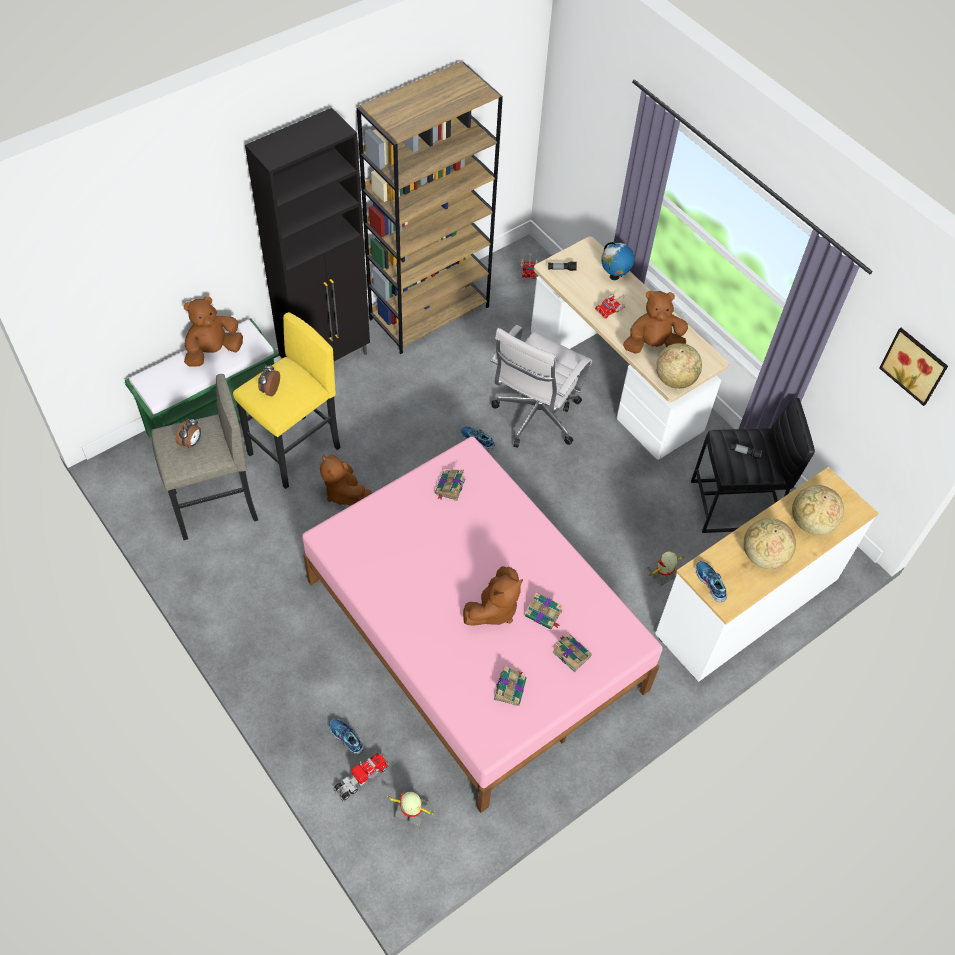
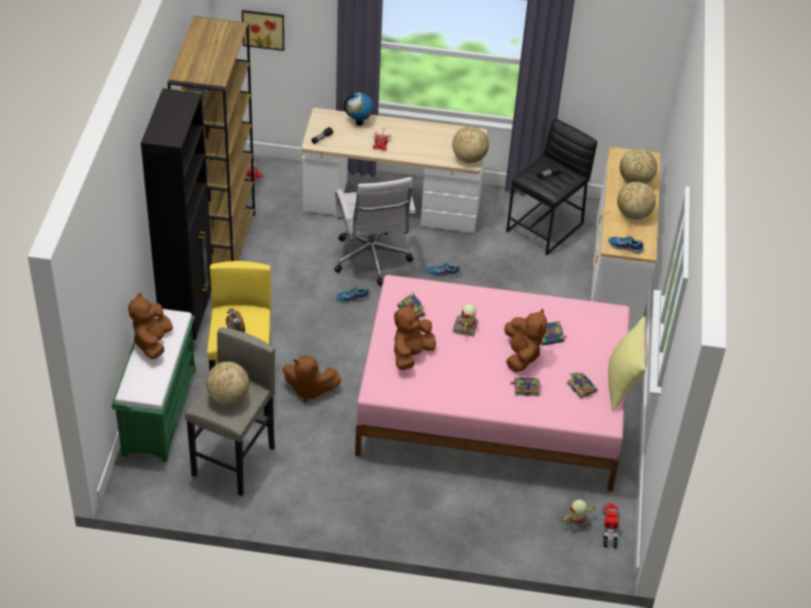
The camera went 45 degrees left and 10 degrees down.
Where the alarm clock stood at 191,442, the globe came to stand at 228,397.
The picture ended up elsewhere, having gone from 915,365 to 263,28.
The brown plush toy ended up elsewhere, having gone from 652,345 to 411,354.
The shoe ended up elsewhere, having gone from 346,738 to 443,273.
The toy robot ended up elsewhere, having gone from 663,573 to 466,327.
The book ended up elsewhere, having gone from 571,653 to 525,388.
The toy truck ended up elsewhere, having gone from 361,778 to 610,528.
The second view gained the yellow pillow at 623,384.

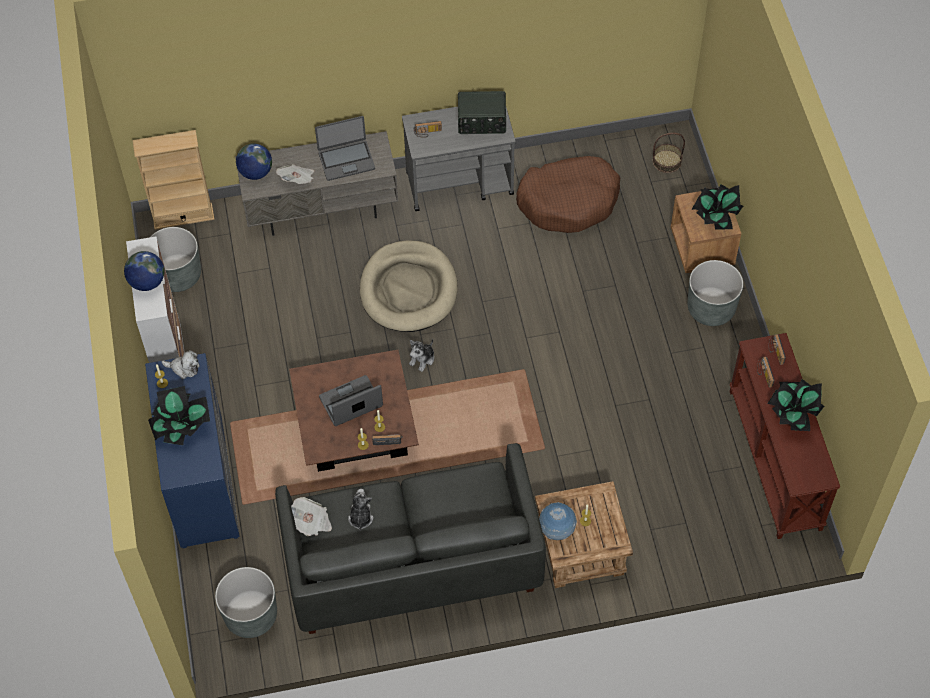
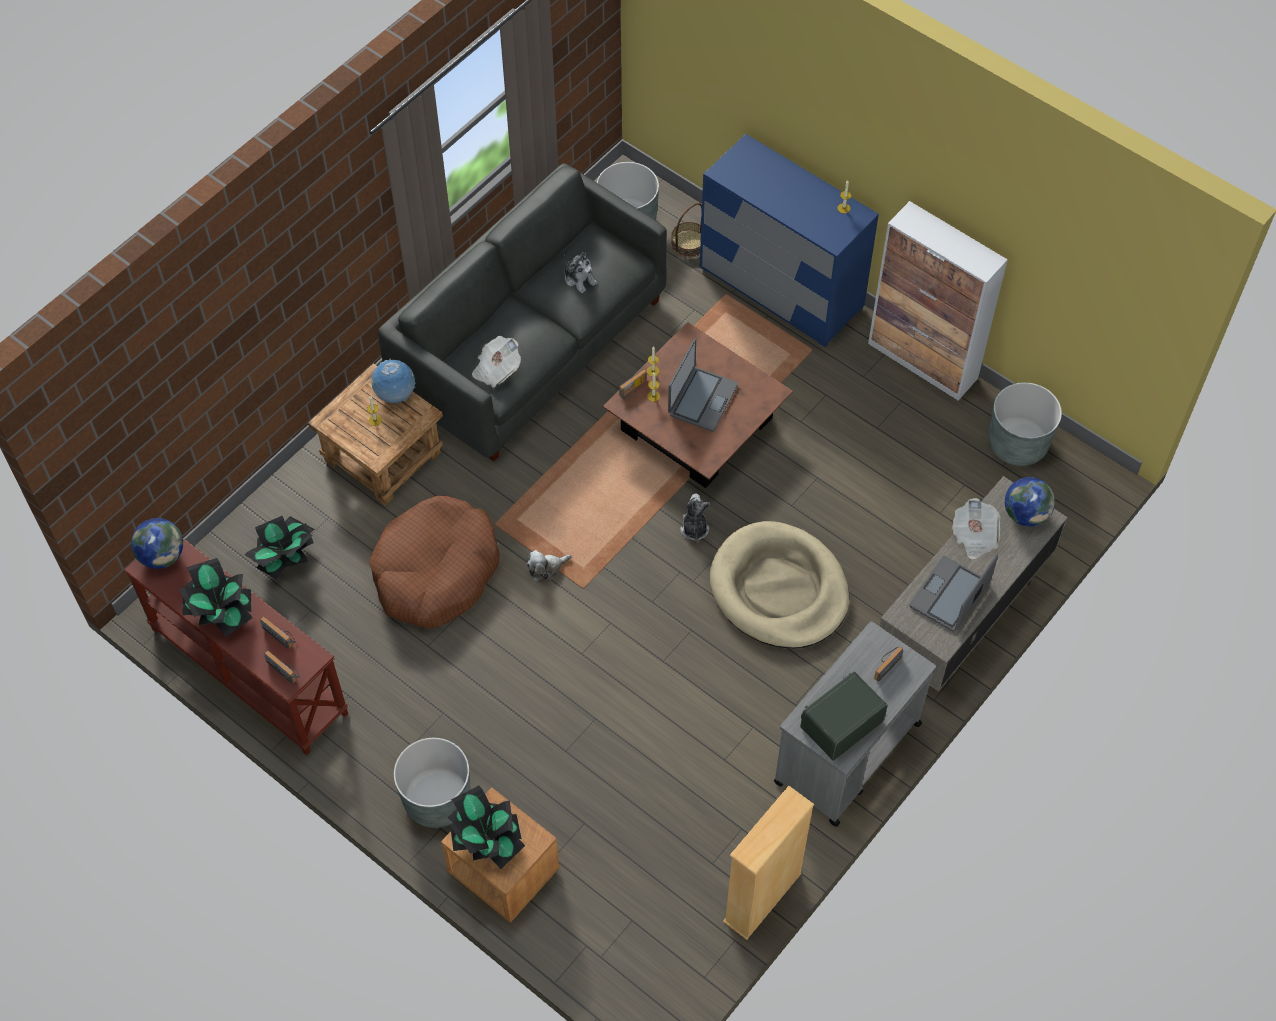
The camera went 140 degrees right and 0 degrees up.
The globe ended up elsewhere, having gone from 147,282 to 162,556.
The potted plant ended up elsewhere, having gone from 182,427 to 286,557.
The brown dog bed ended up elsewhere, having gone from 568,201 to 436,572.
The newspaper ended up elsewhere, having gone from 311,522 to 496,369.
The plush toy ended up elsewhere, having gone from 184,368 to 546,569.
The basket ended up elsewhere, having gone from 667,161 to 688,243.
The beige bookcase ended up elsewhere, having gone from 183,216 to 762,898.

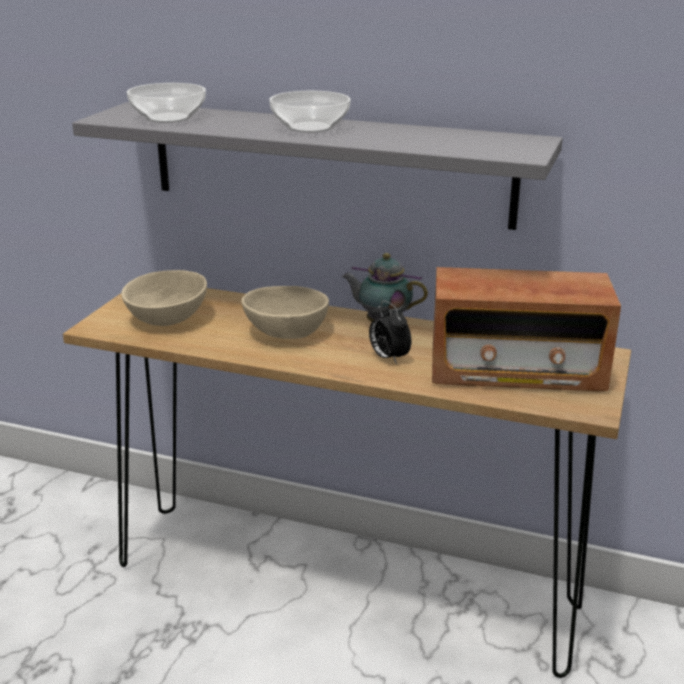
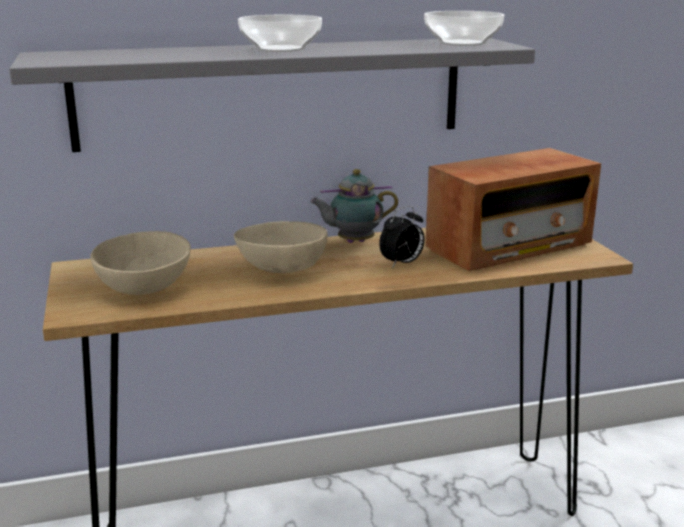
The camera went 35 degrees left and 5 degrees down.
The alarm clock at 388,358 ended up facing another way, 60 degrees counterclockwise from before.
The bowl ended up elsewhere, having gone from 168,118 to 461,43.

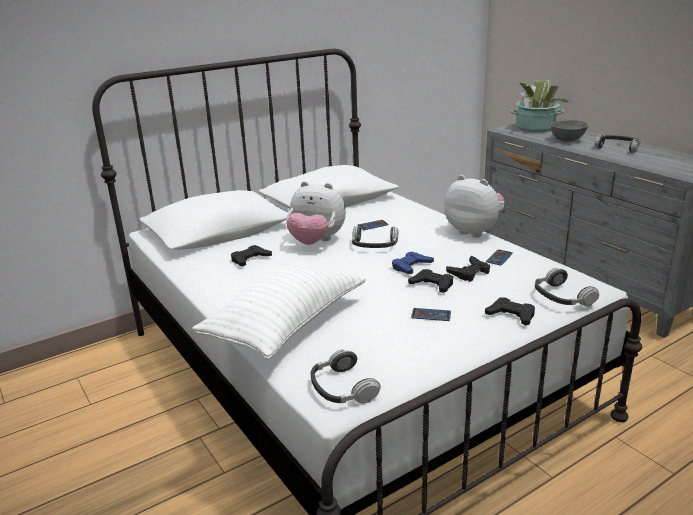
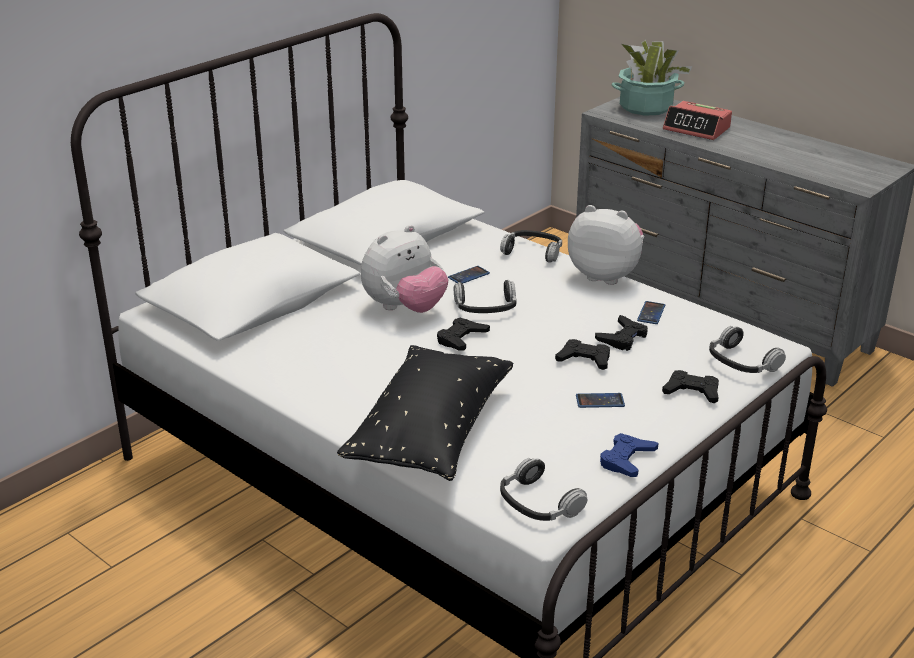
The camera went 15 degrees left and 5 degrees up.
What was the white pillow at 286,324 turned into the black pillow at 430,432.
The plush toy at 316,242 ended up facing another way, 45 degrees counterclockwise from before.
The black game controller ended up elsewhere, having gone from 250,259 to 461,339.
The headphones ended up elsewhere, having gone from 617,148 to 533,252.
The blue game controller ended up elsewhere, having gone from 411,266 to 627,460.
Where the grey bowl stood at 568,140, the alarm clock came to stand at 697,129.

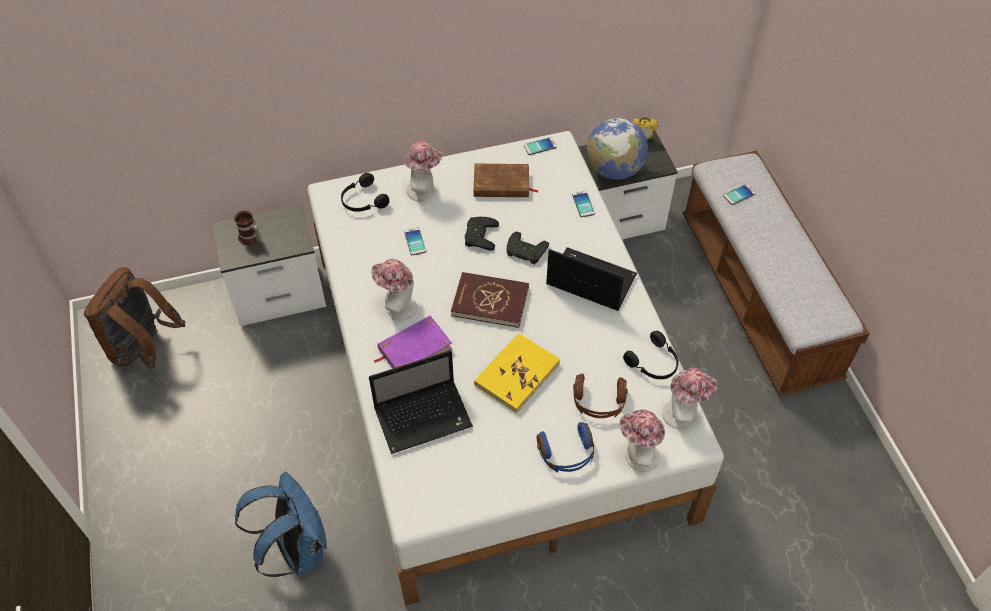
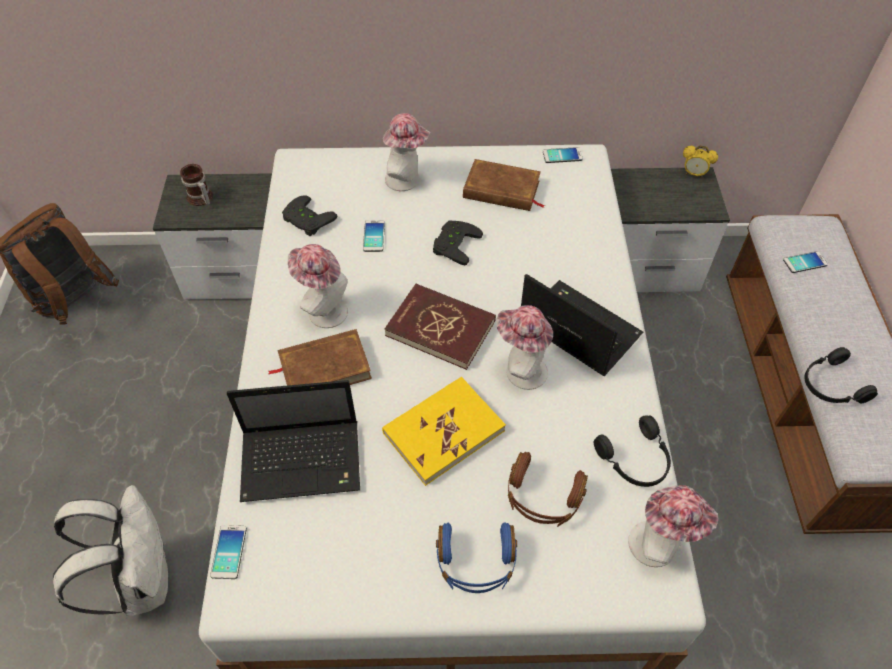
The camera went 15 degrees right and 0 degrees up.
What was the blue backpack at 296,549 turned into the white backpack at 142,579.
The phone ended up elsewhere, having gone from 583,204 to 229,552.
What was the purple book at 414,349 turned into the brown book at 324,367.
The black game controller ended up elsewhere, having gone from 525,252 to 306,220.
The hat ended up elsewhere, having gone from 637,456 to 521,370.
The black headphones ended up elsewhere, having gone from 363,201 to 831,385.
The second view lost the globe at 614,170.

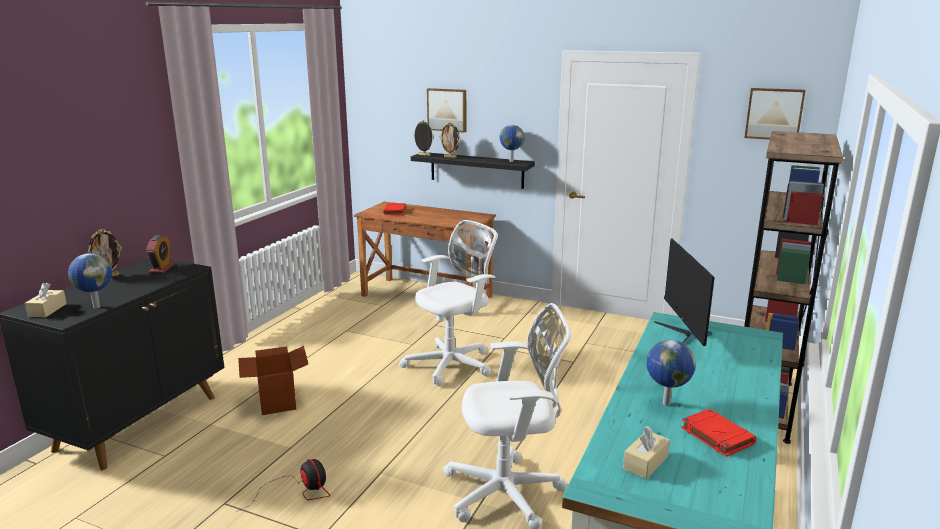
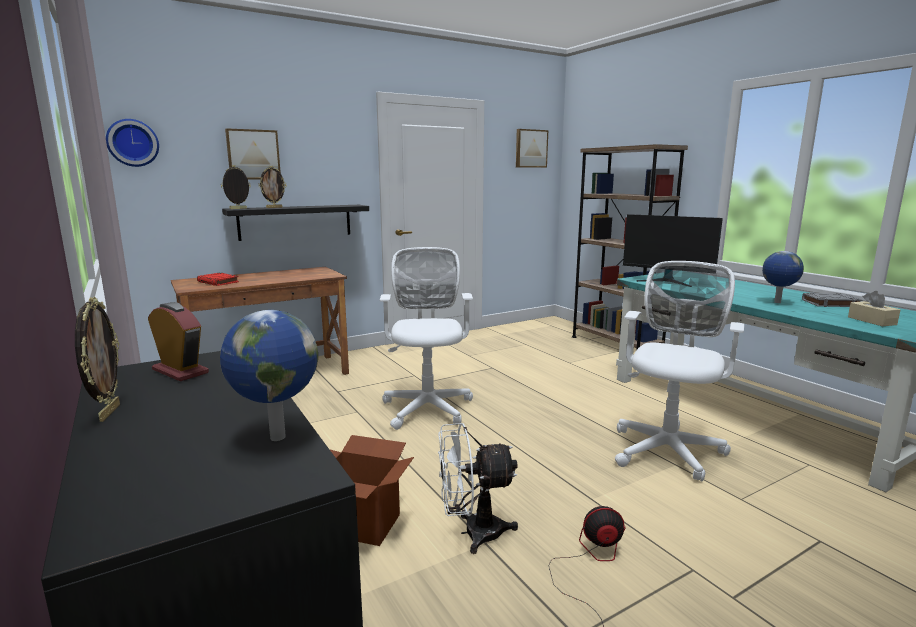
The camera went 55 degrees left and 5 degrees down.
The second view gained the wall clock at 132,143.
The second view gained the white fan at 472,533.
What was the red book at 716,436 turned into the grey book at 830,303.
The second view lost the beige tissue box at 47,310.
The second view lost the globe at 511,161.

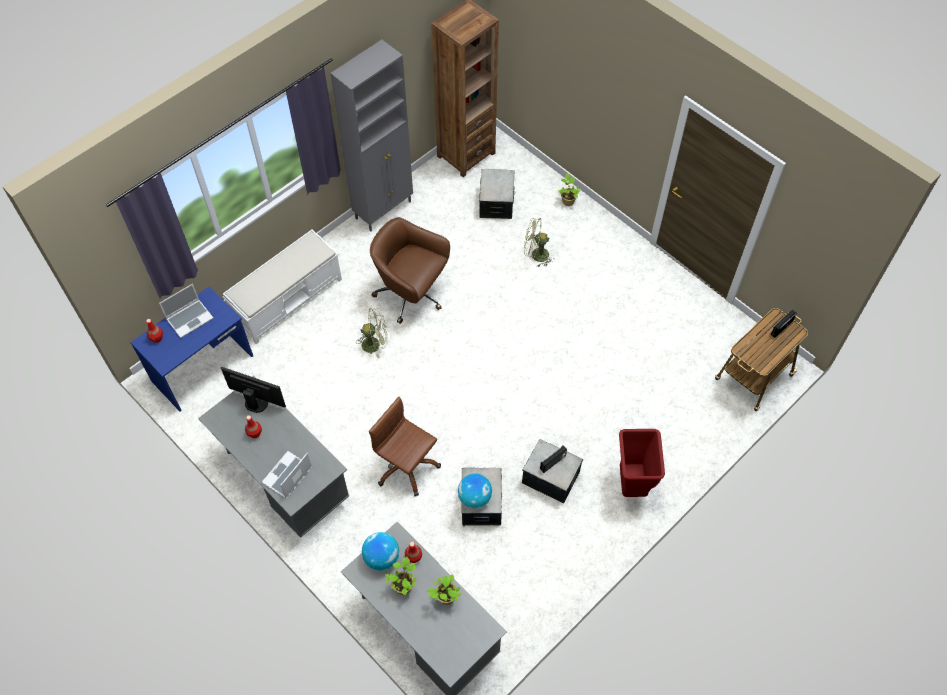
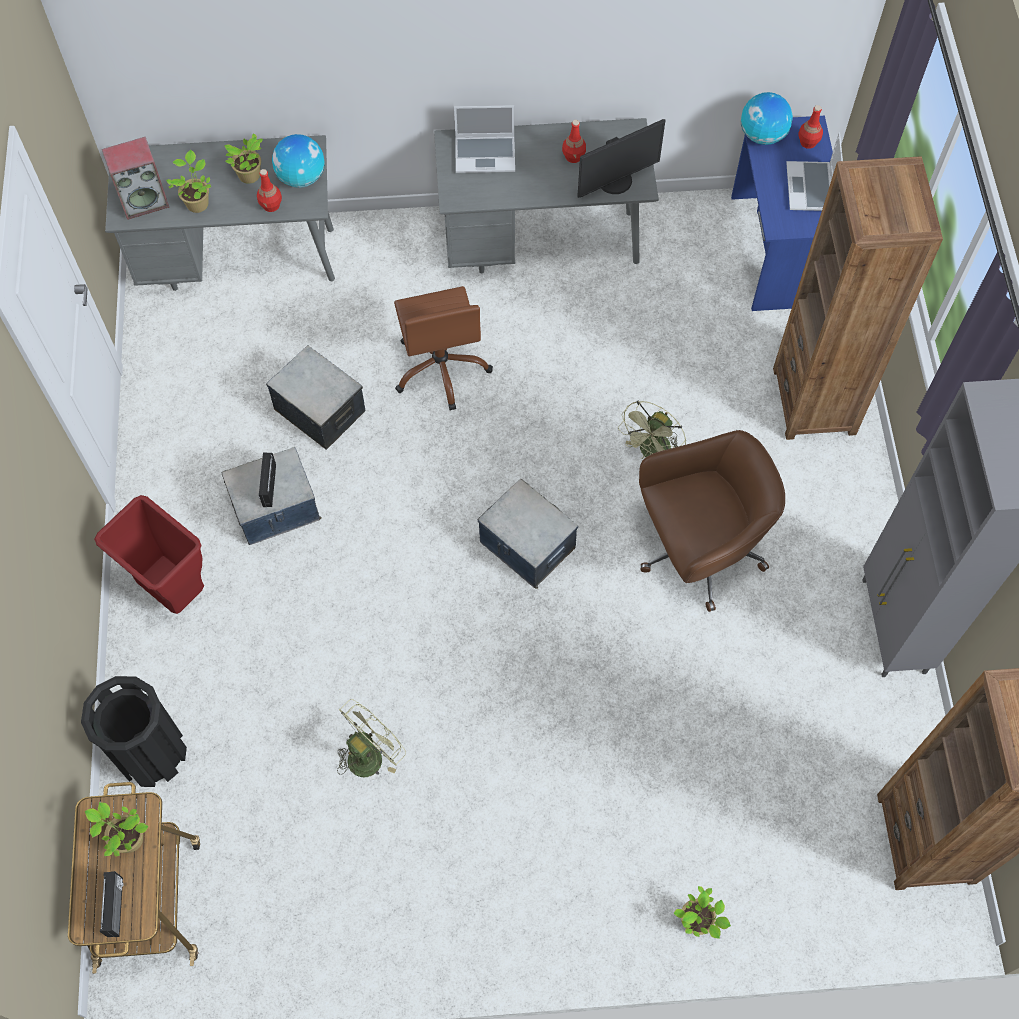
The camera went 130 degrees right and 5 degrees up.
The second view gained the black trash can at 151,753.
The second view gained the potted plant at 127,839.
The second view gained the speaker at 144,200.
The green fan ended up elsewhere, having gone from 535,255 to 370,753.
The brown office chair at 406,467 ended up facing another way, 90 degrees clockwise from before.
The laptop at 287,476 ended up facing another way, 105 degrees clockwise from before.
The storage box ended up elsewhere, having gone from 496,203 to 527,545.
The globe ended up elsewhere, having gone from 475,497 to 762,136.
Where the white bench stood at 288,299, the brown bookcase came to stand at 814,401.

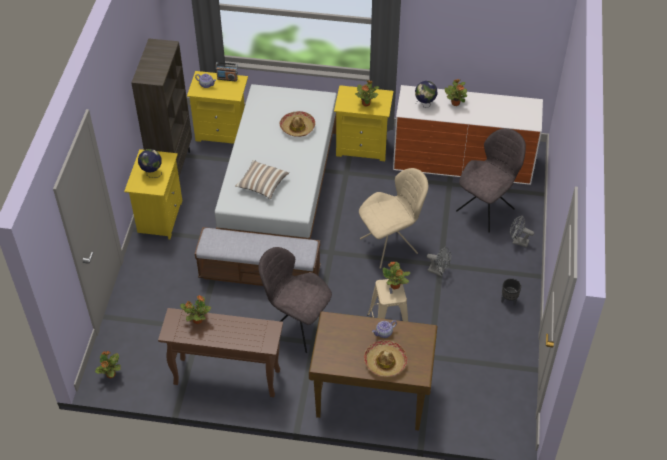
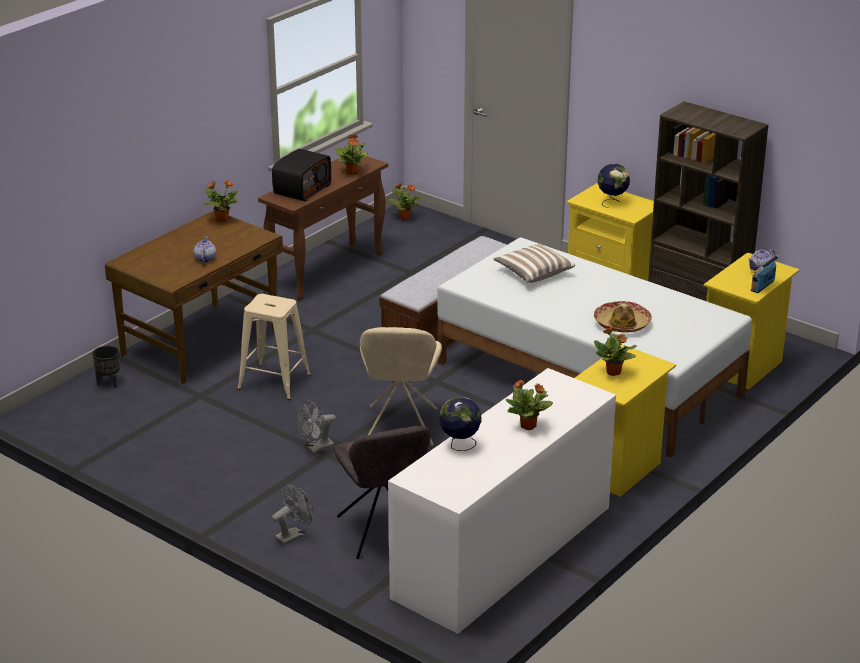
The camera went 120 degrees right and 20 degrees down.
The black planter ended up elsewhere, having gone from 508,300 to 109,383.
The potted plant ended up elsewhere, having gone from 395,286 to 221,219.
The second view gained the radio at 301,189.
The globe ended up elsewhere, having gone from 425,104 to 460,445.
The second view lost the grey chair at 296,326.
The second view lost the hat at 385,362.

